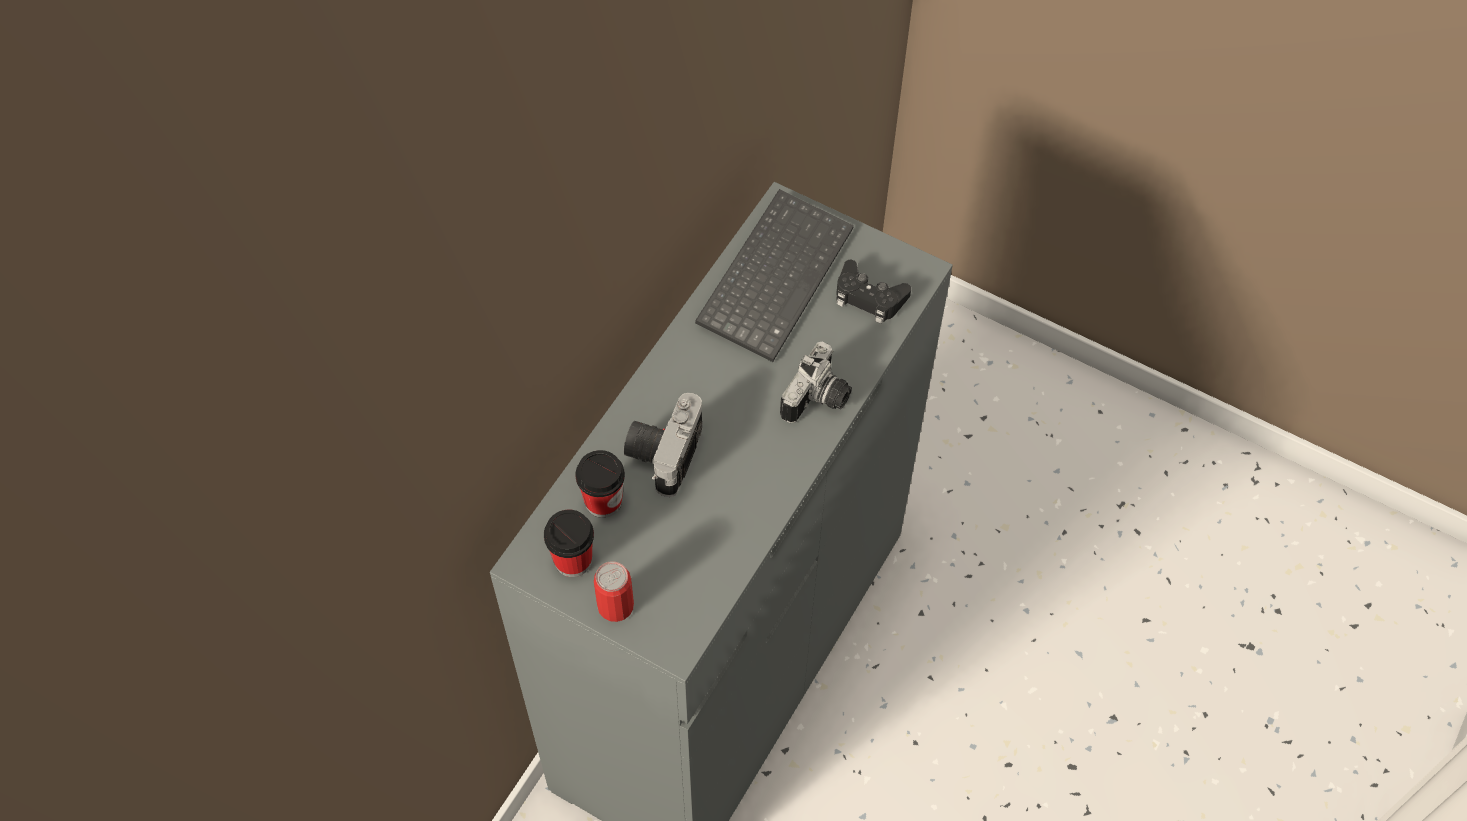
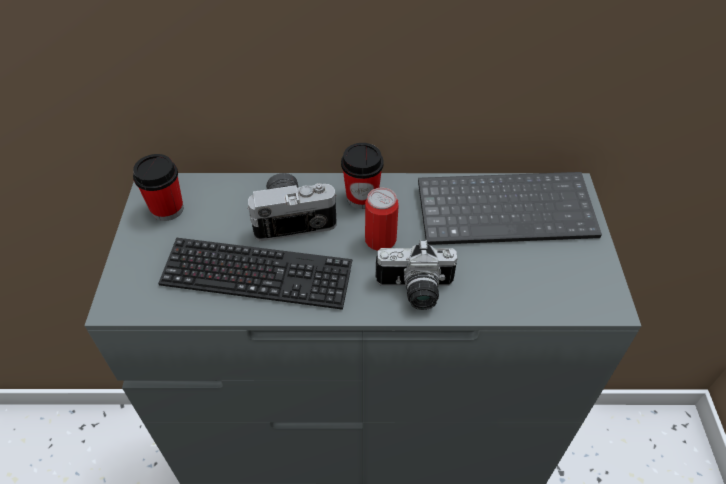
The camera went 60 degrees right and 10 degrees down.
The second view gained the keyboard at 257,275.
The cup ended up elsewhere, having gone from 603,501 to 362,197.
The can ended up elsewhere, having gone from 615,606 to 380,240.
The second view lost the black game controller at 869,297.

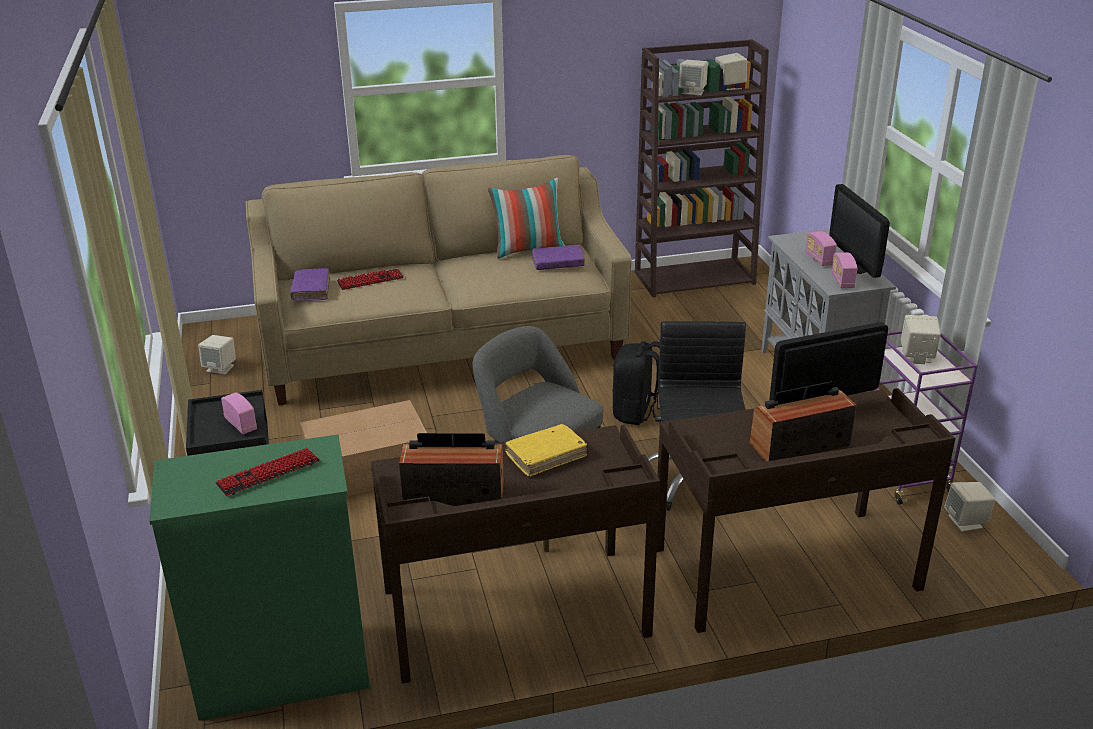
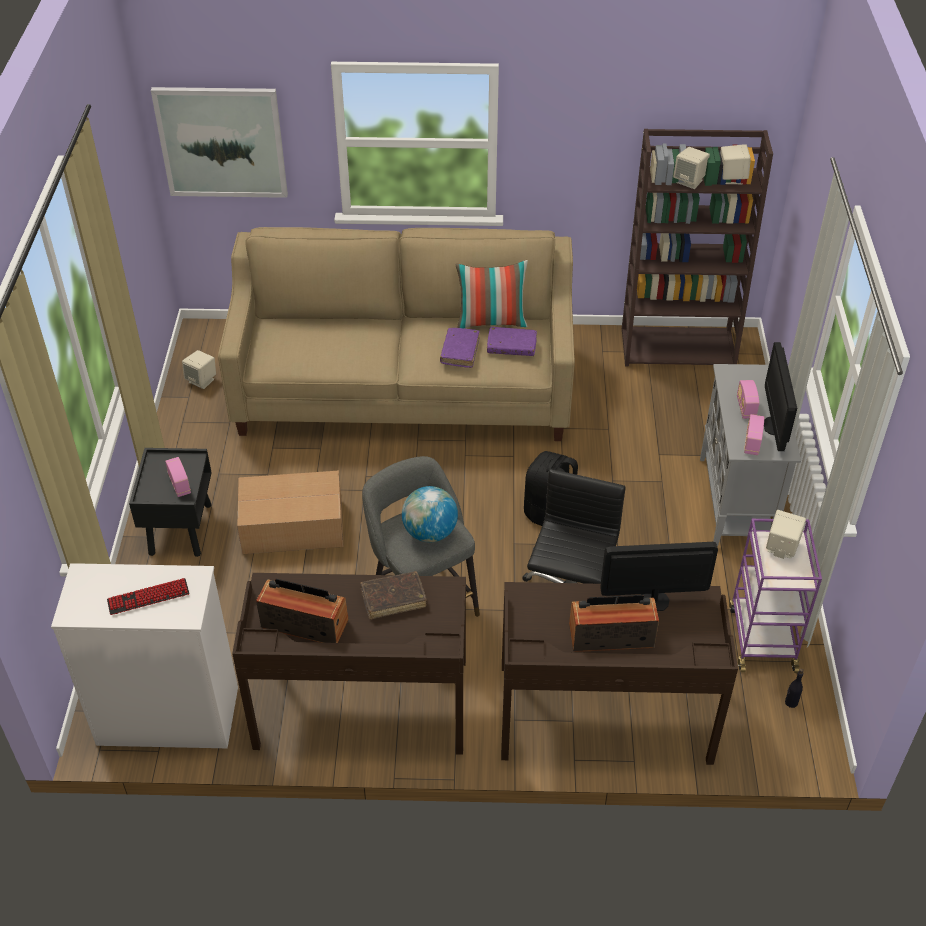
The camera went 15 degrees right and 15 degrees up.
What was the green dresser at 281,671 turned into the white dresser at 167,716.
The second view gained the picture at 221,142.
What was the yellow book at 546,456 turned into the brown book at 393,599.
The second view gained the globe at 430,533.
The purple book ended up elsewhere, having gone from 311,290 to 460,351.
Where the beige speaker stood at 965,522, the black bottle came to stand at 791,702.
The second view lost the keyboard at 370,280.

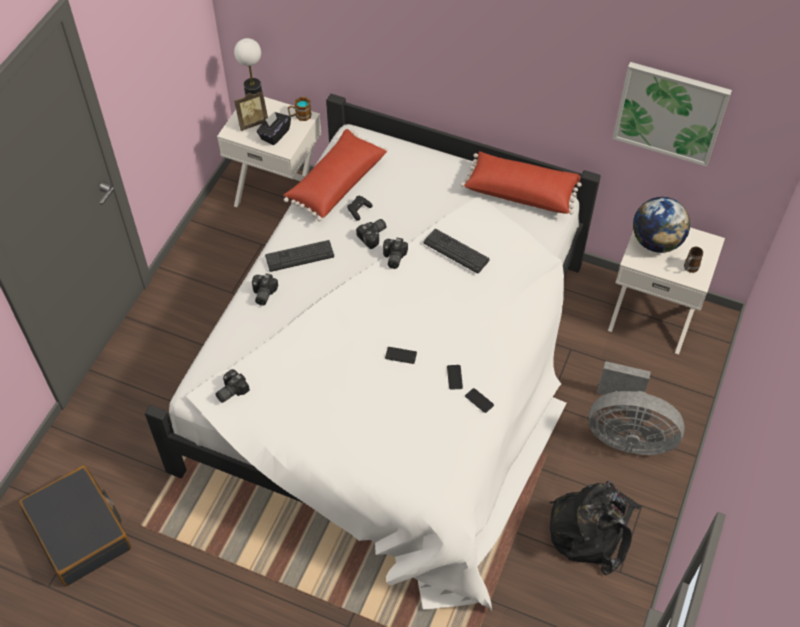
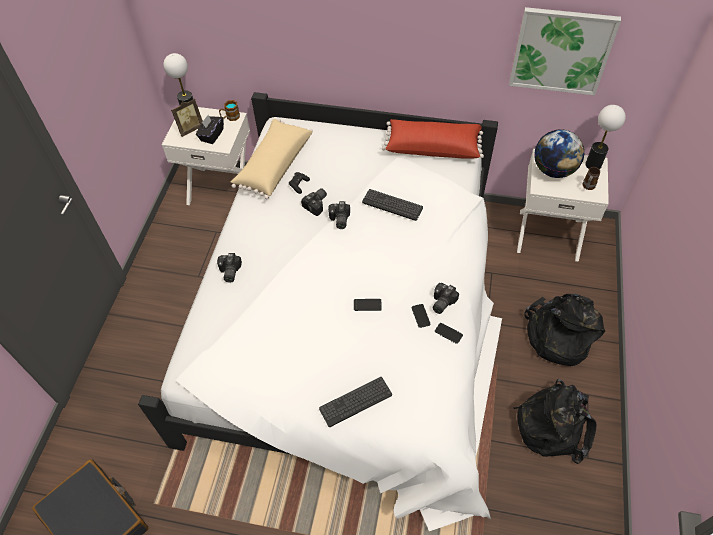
The camera went 10 degrees left and 0 degrees up.
What was the red pillow at 335,183 turned into the beige pillow at 273,165.
The keyboard ended up elsewhere, having gone from 299,256 to 355,402.
The photo camera ended up elsewhere, having gone from 230,391 to 441,302.
Where the grey fan stood at 626,435, the black backpack came to stand at 557,336.
The second view gained the table lamp at 593,165.

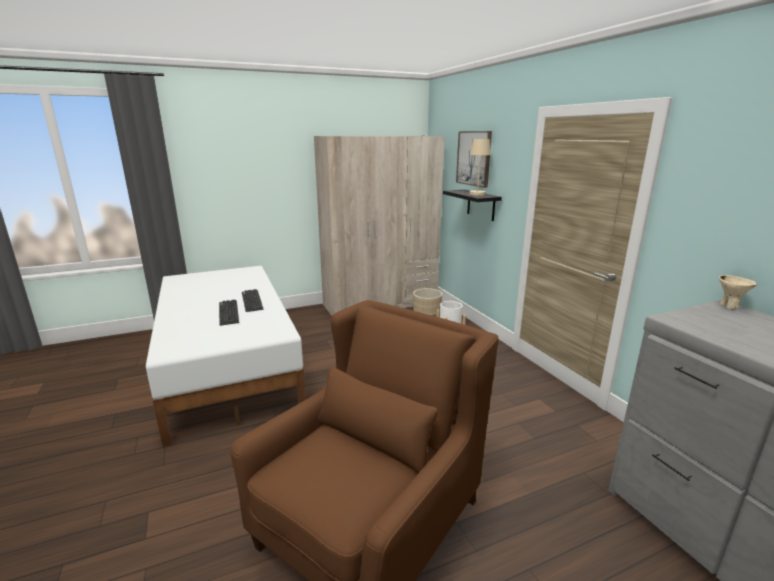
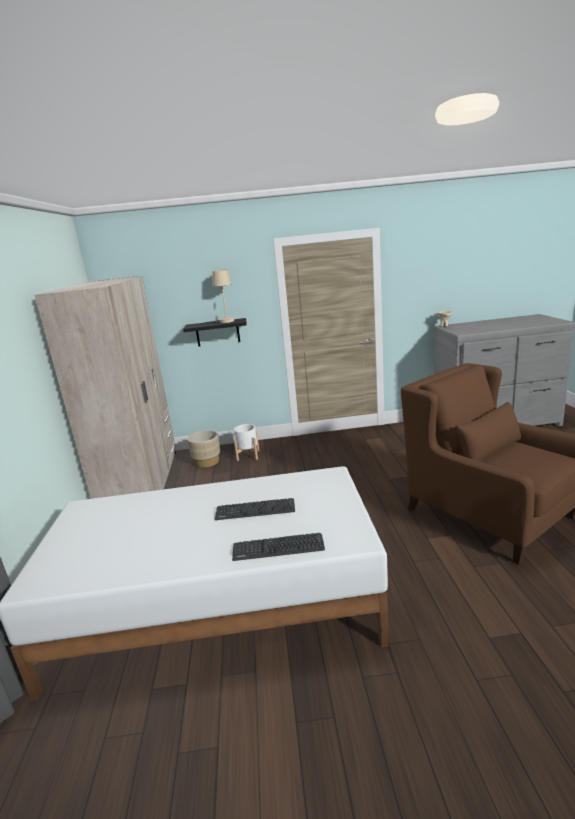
The camera went 70 degrees left and 0 degrees up.
The keyboard ended up elsewhere, having gone from 252,301 to 278,547.
The second view lost the picture at 474,158.

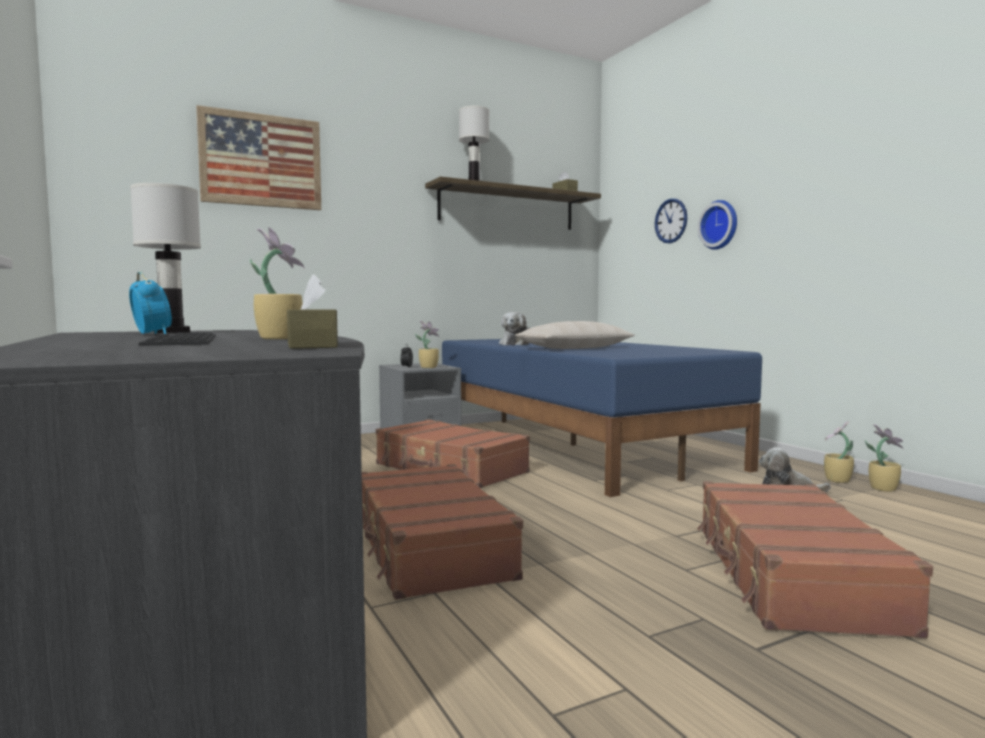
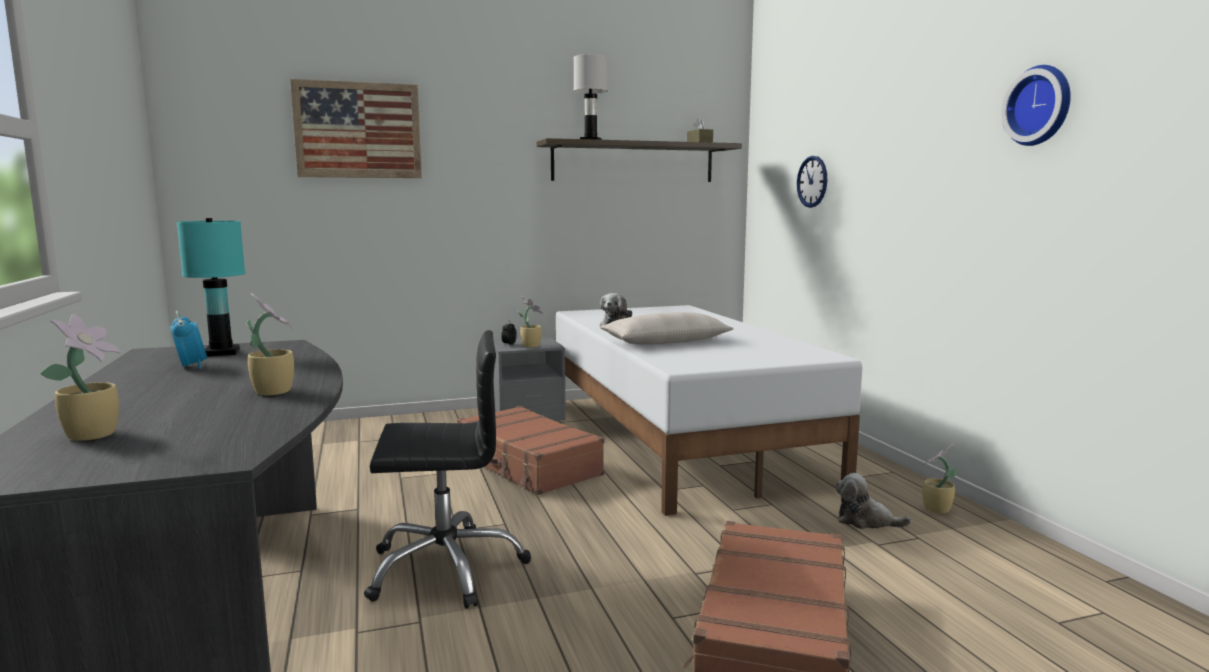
The camera went 10 degrees right and 5 degrees up.
The potted plant ended up elsewhere, having gone from 882,488 to 94,434.
What was the white table lamp at 171,332 turned into the turquoise table lamp at 221,352.
Where the brown suitcase stood at 428,548, the black office chair came to stand at 446,568.
What was the blue bed at 575,445 turned into the white bed at 680,437.
The wall clock ended up elsewhere, having gone from 720,225 to 1040,106.
The second view lost the keyboard at 179,340.
The second view lost the brown tissue box at 311,345.

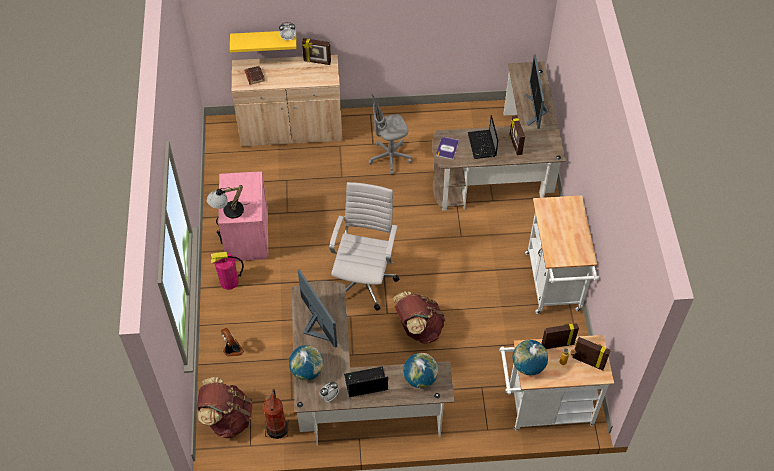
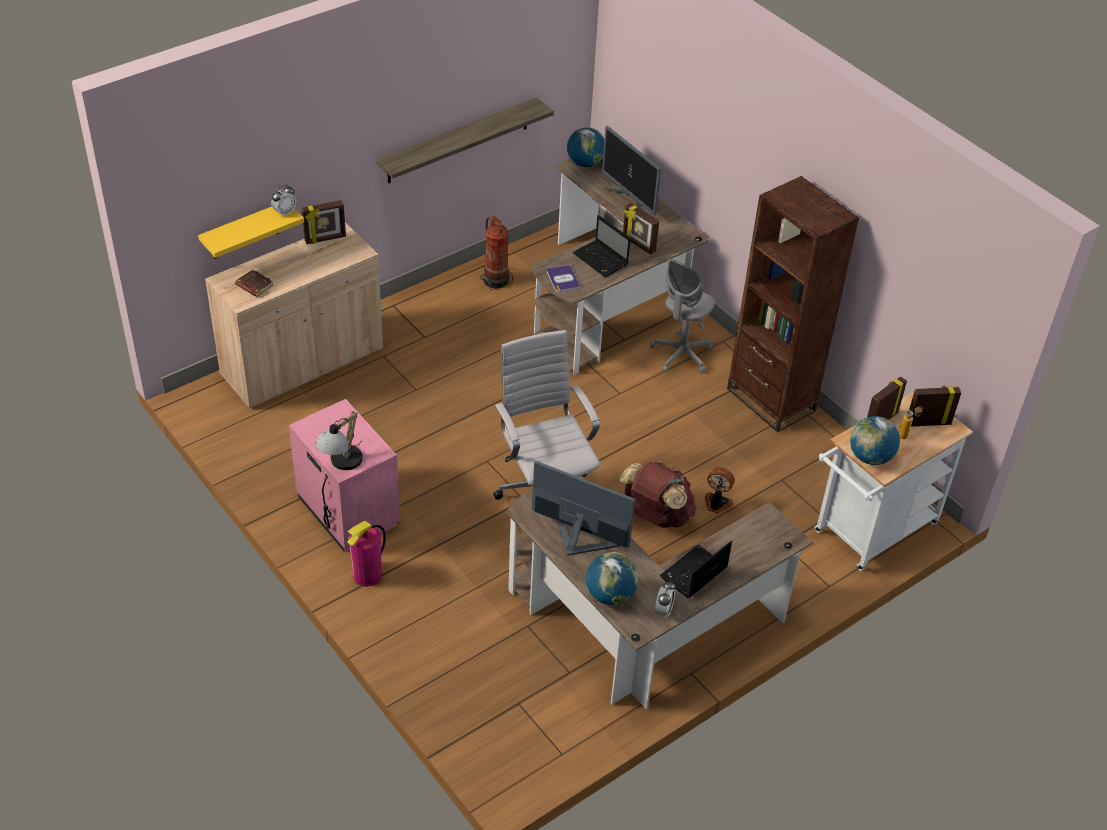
The camera went 35 degrees left and 10 degrees down.
The second view gained the shelf at 458,141.
The fire extinguisher ended up elsewhere, having gone from 277,428 to 495,279.
The globe ended up elsewhere, having gone from 420,378 to 585,163.
The grey office chair ended up elsewhere, having gone from 390,157 to 681,355.
The fan ended up elsewhere, having gone from 232,349 to 716,504.
Where the white cart stood at 554,286, the brown bookcase came to stand at 771,400.
The second view lost the brown backpack at 227,418.

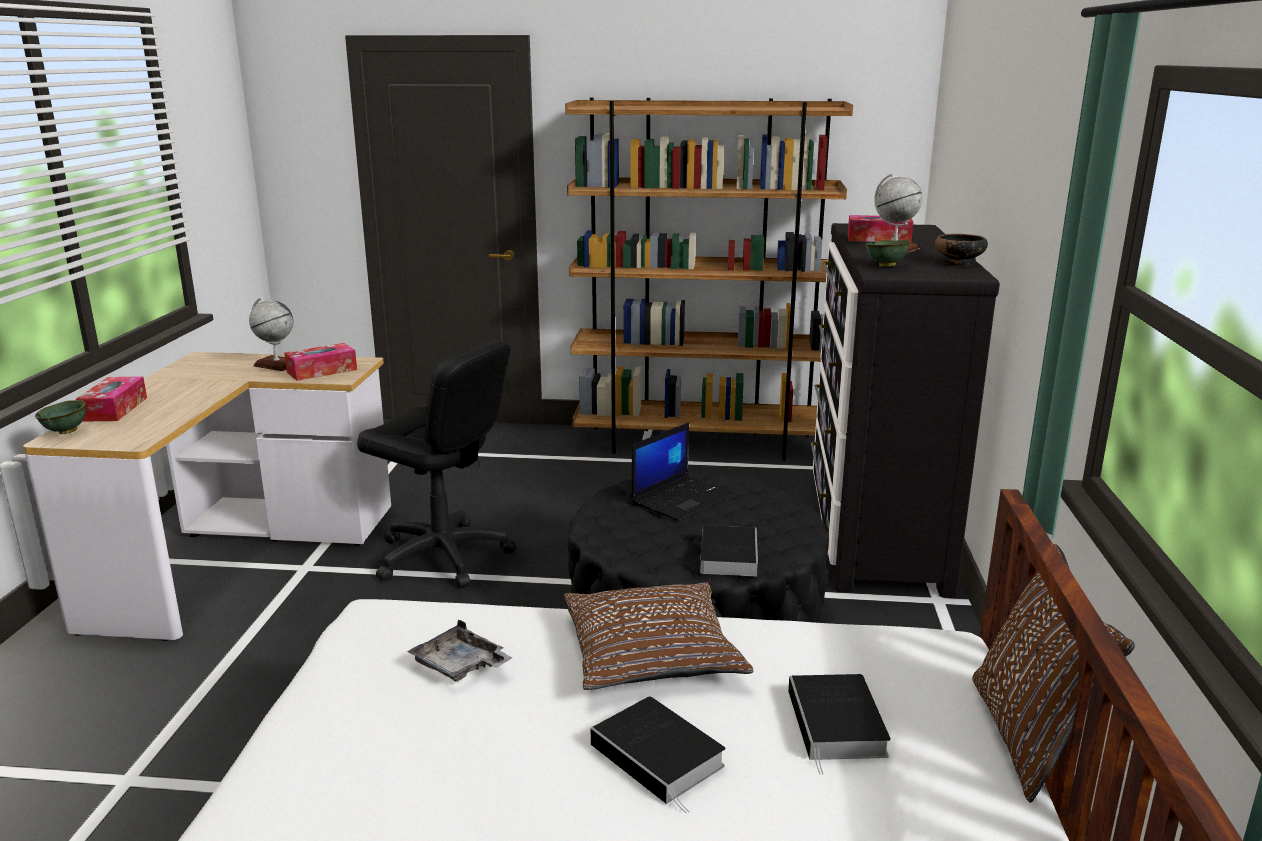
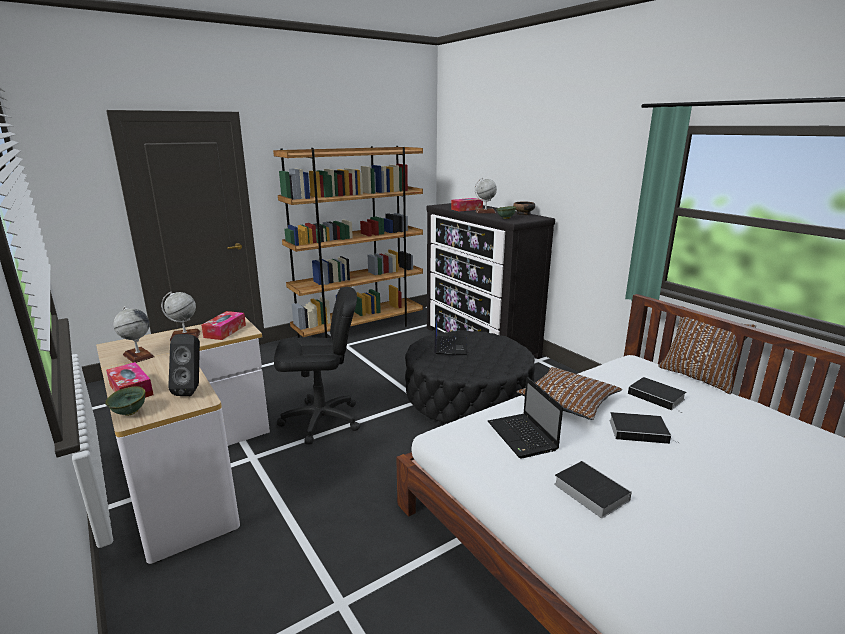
The camera went 40 degrees left and 0 degrees up.
The second view gained the globe at 138,356.
The second view gained the black speaker at 192,390.
Where the grey tray stood at 460,666, the laptop came to stand at 523,437.
The book ended up elsewhere, having gone from 728,554 to 588,491.

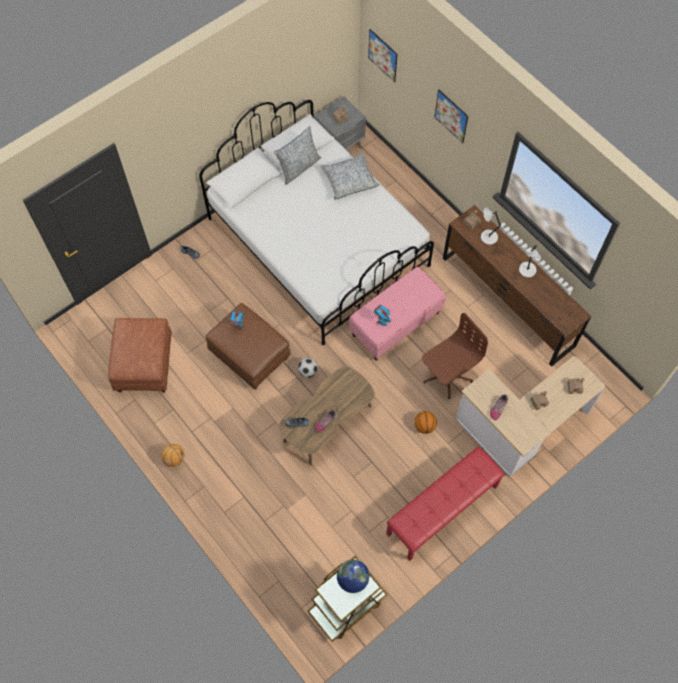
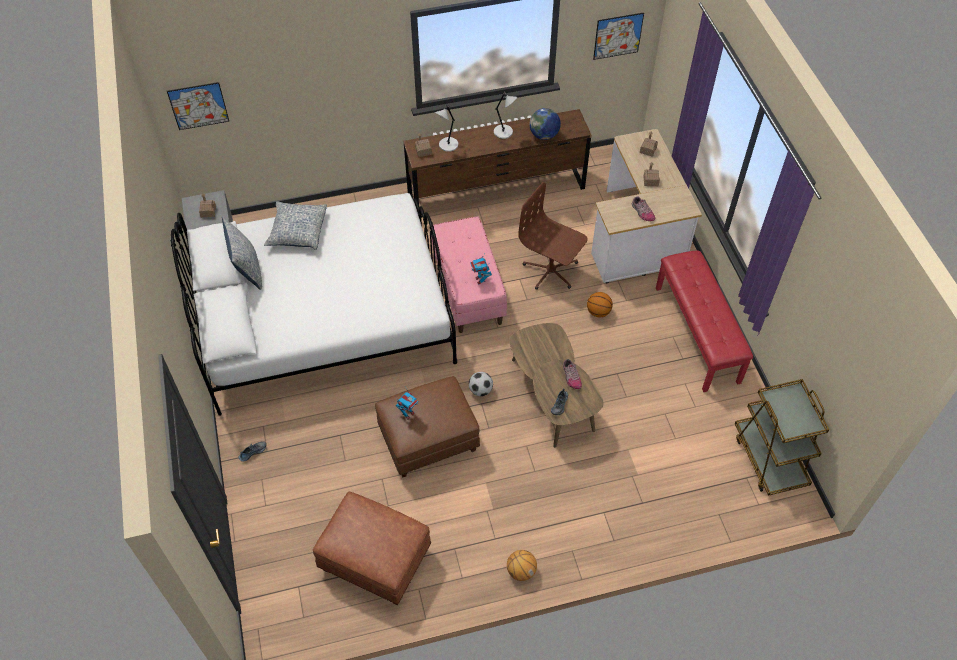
The camera went 65 degrees left and 10 degrees down.
The brown office chair at 447,375 ended up facing another way, 45 degrees counterclockwise from before.
The globe ended up elsewhere, having gone from 352,579 to 544,135.
The picture ended up elsewhere, having gone from 451,116 to 618,36.

